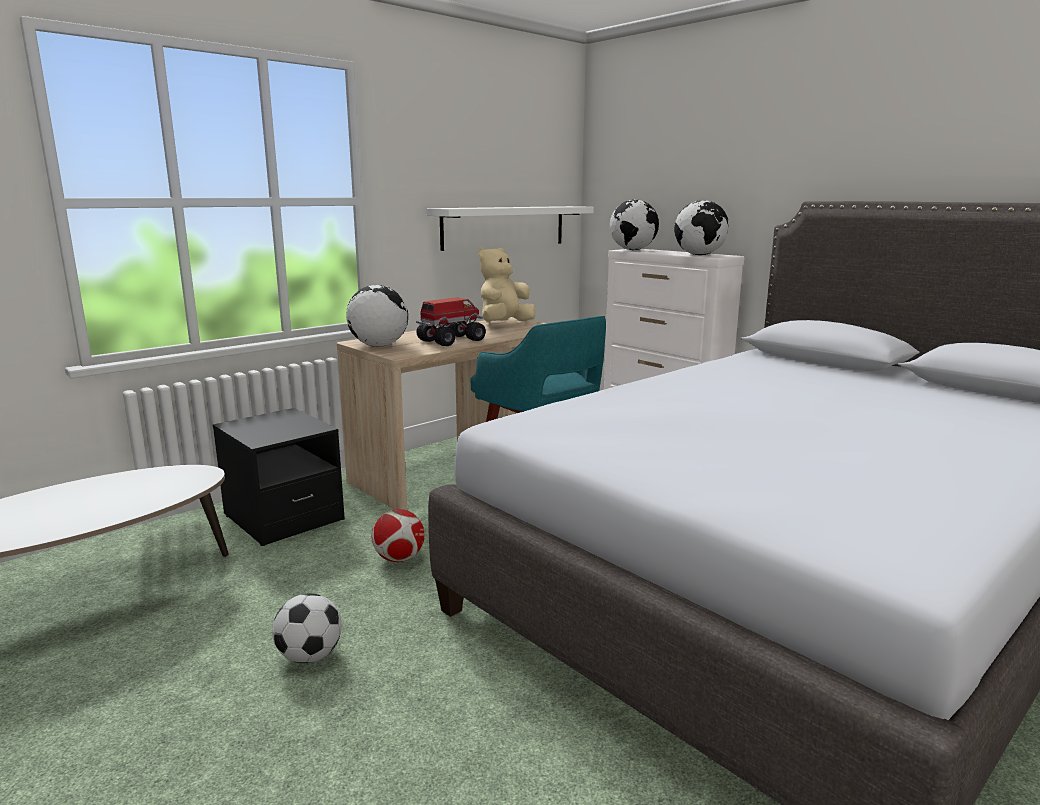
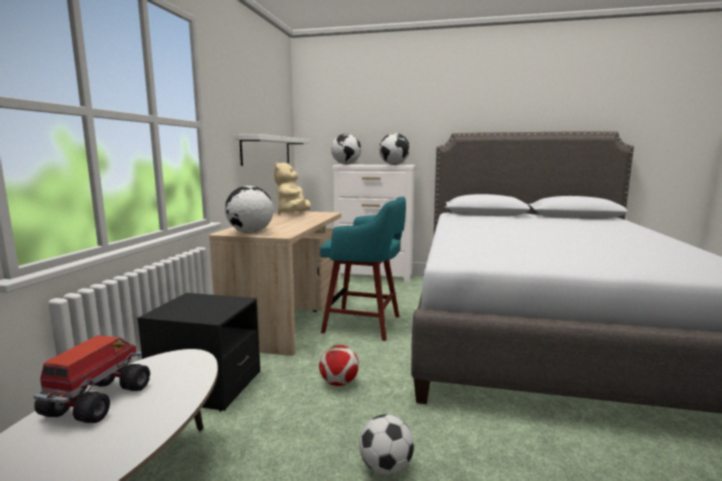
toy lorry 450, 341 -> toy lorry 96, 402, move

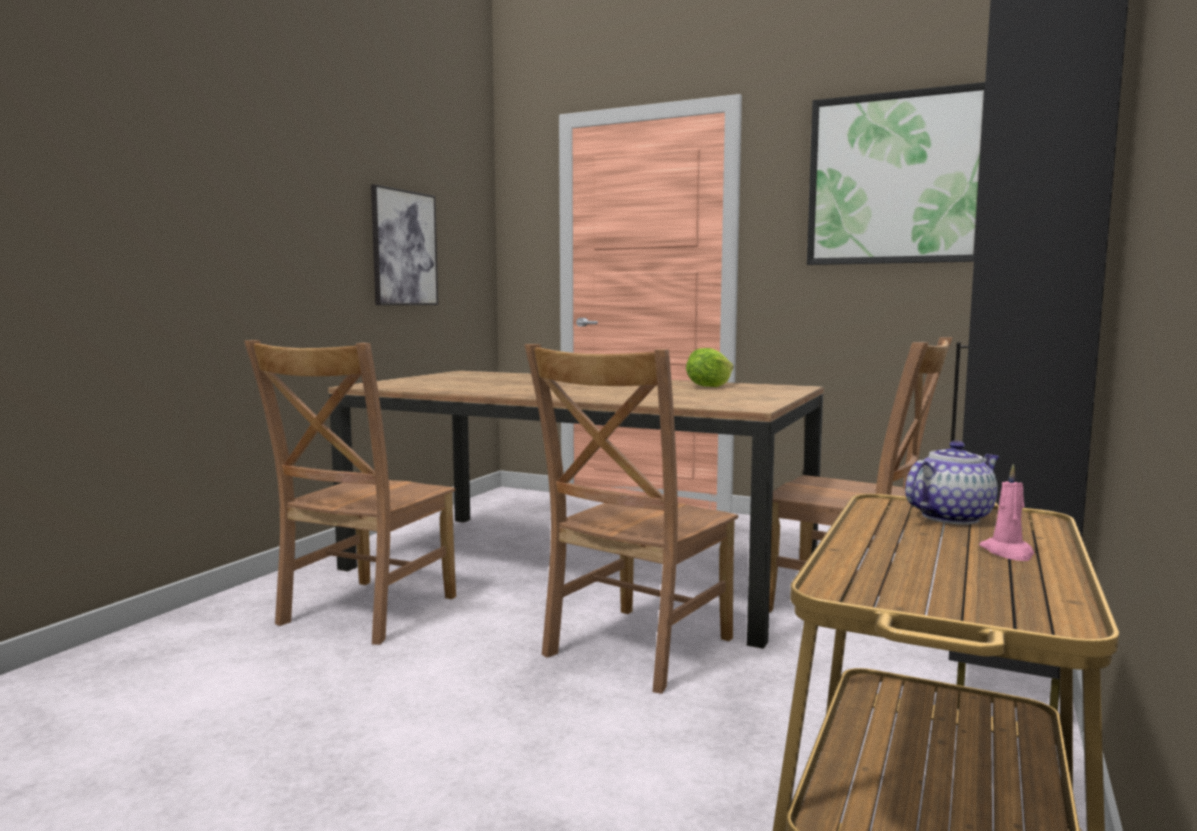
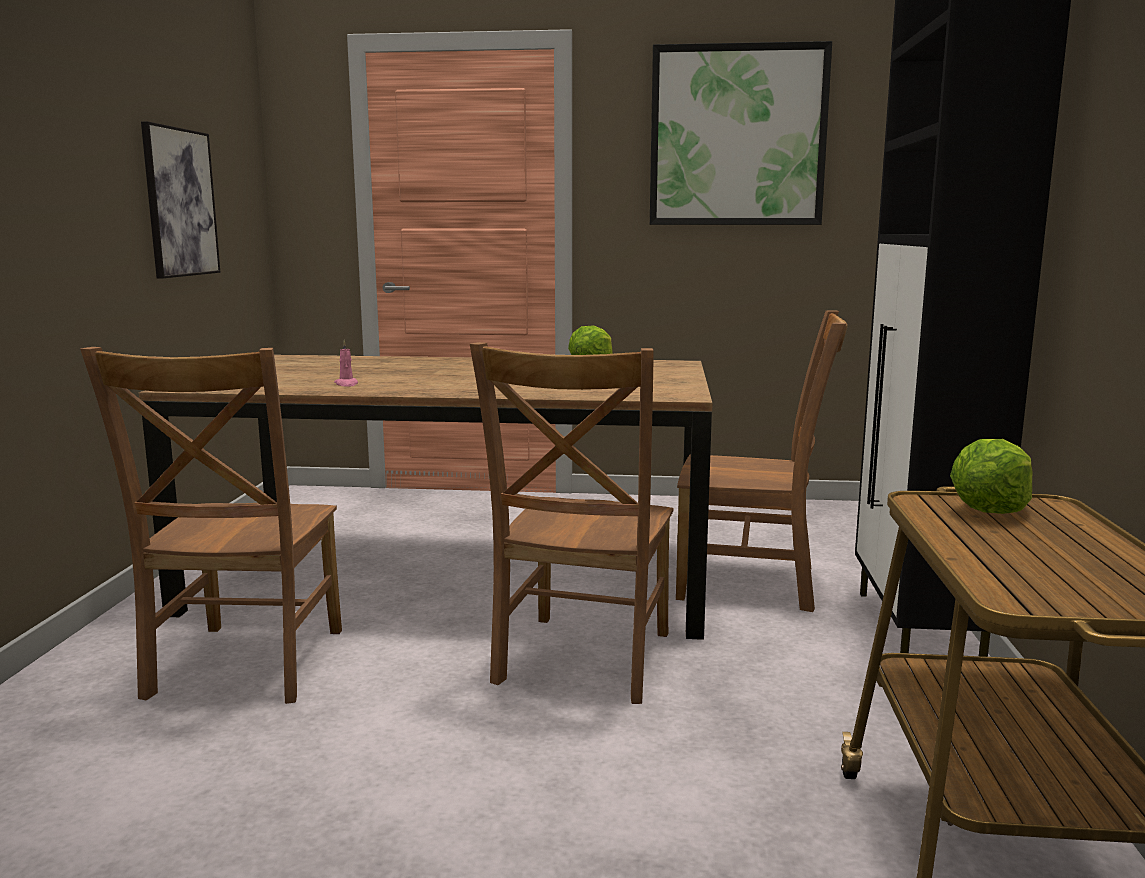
teapot 950, 517 -> head of lettuce 990, 510
pink-coloured wax light 1008, 553 -> pink-coloured wax light 346, 384, move

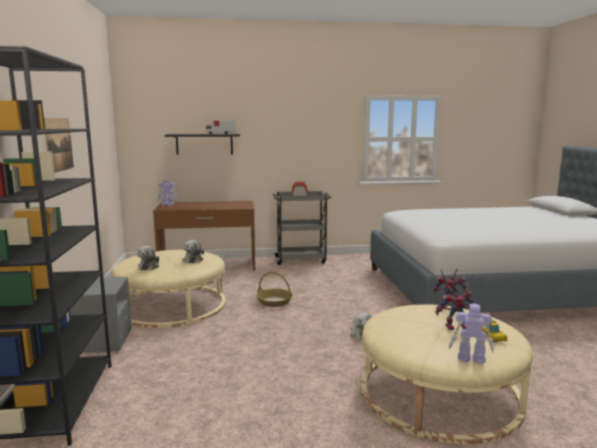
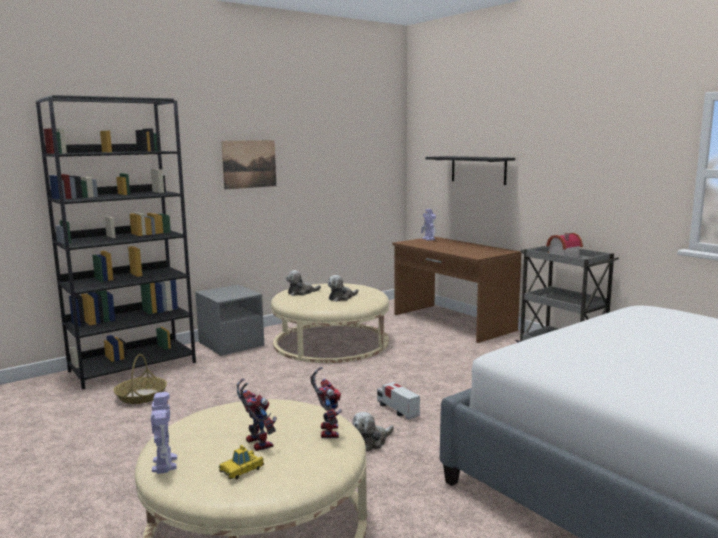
toy lorry 220, 133 -> toy lorry 397, 410, move
storage basket 274, 302 -> storage basket 141, 396, move

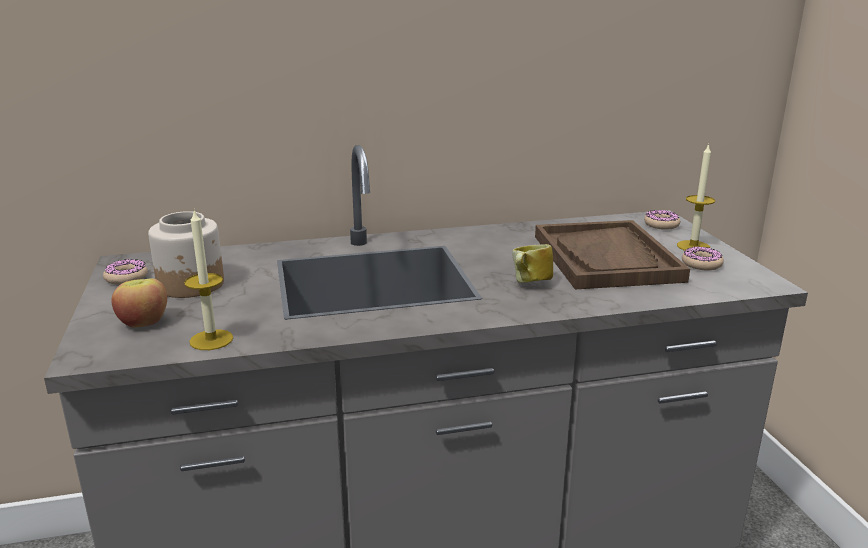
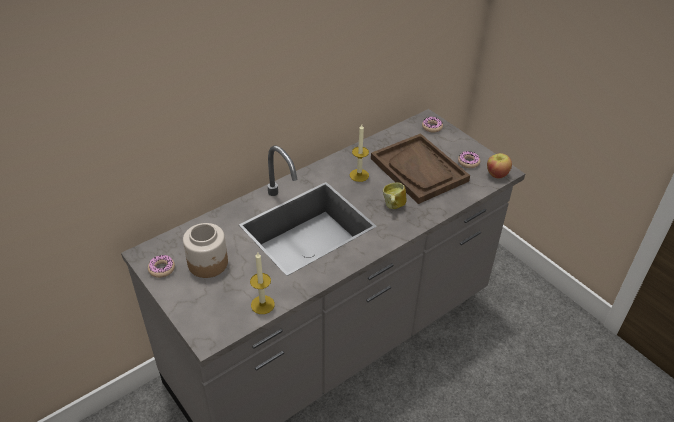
apple 143, 322 -> apple 496, 174, move
wax light 693, 246 -> wax light 359, 175, move

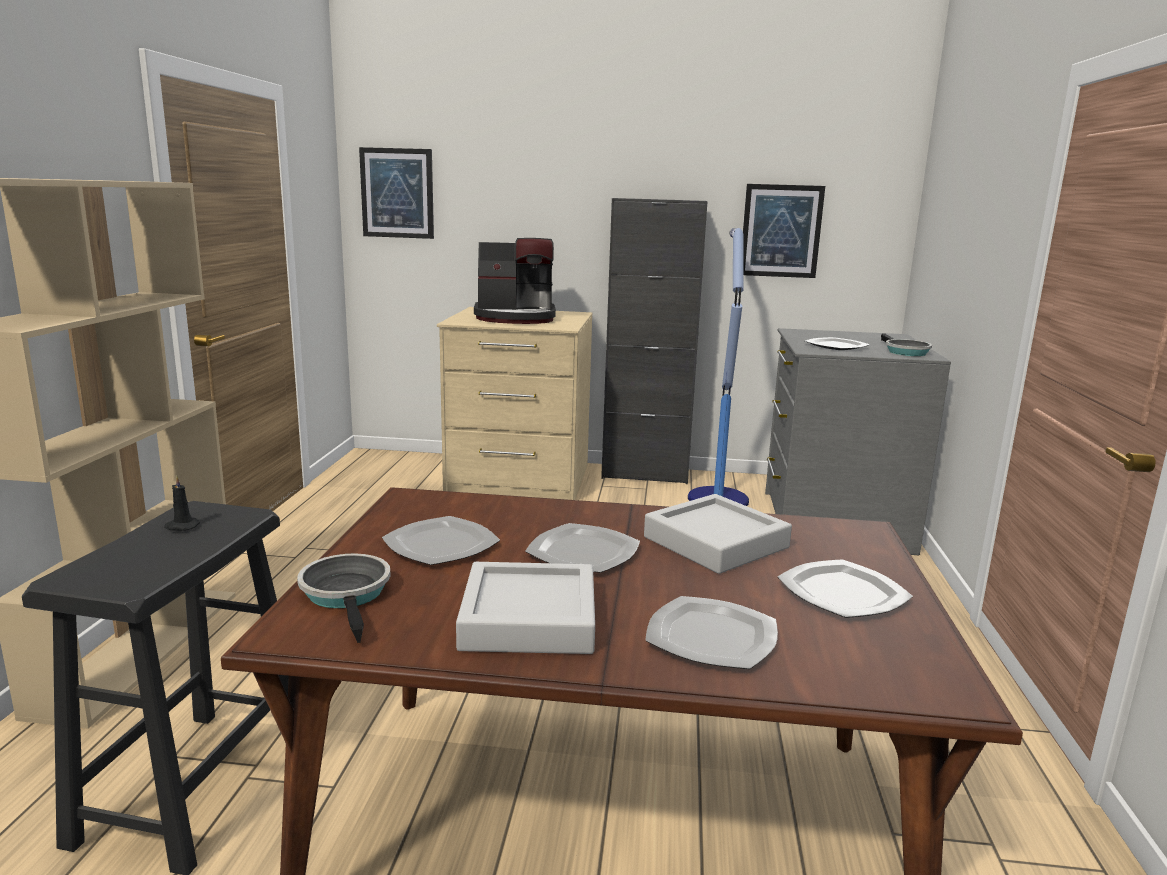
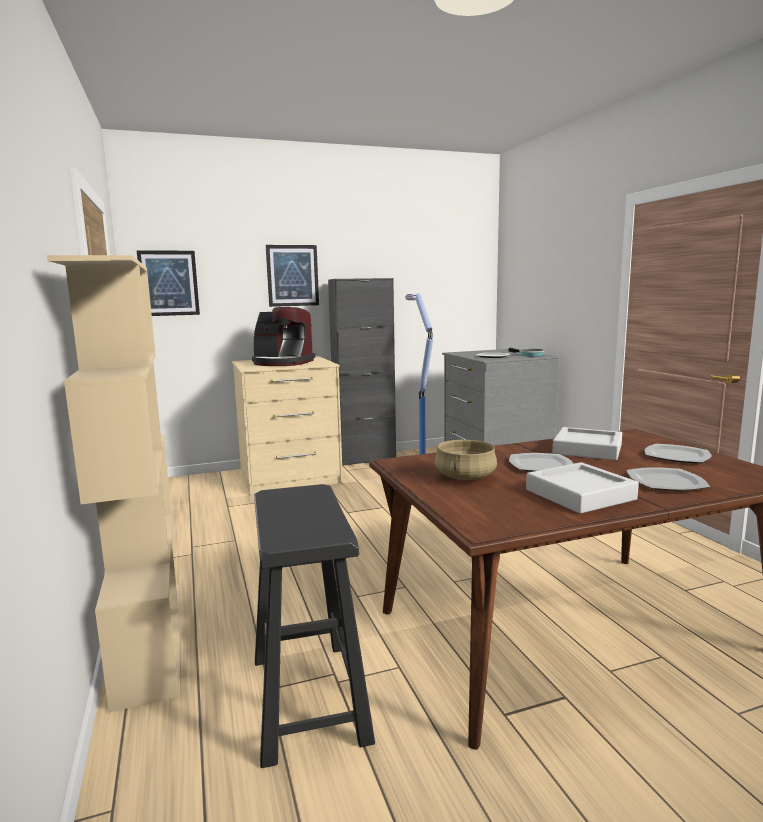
blackish wax light 181, 526 -> none
pan 347, 595 -> none
plate 441, 544 -> beige-coloured stockpot 464, 477
coffee brewer 516, 318 -> coffee brewer 282, 363, 45 degrees clockwise
wall art 781, 231 -> wall art 292, 275, move

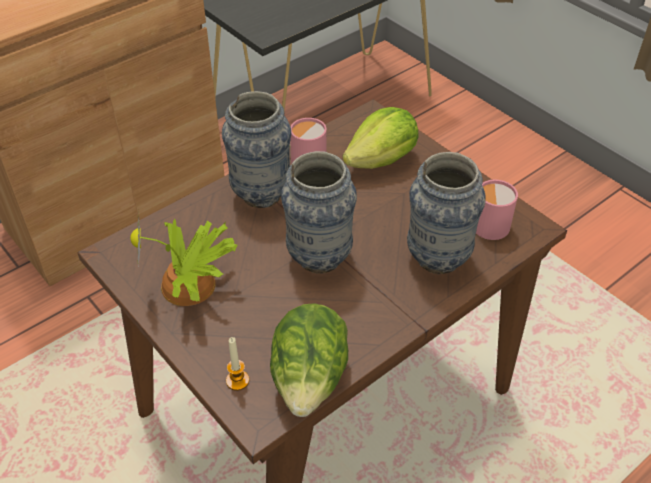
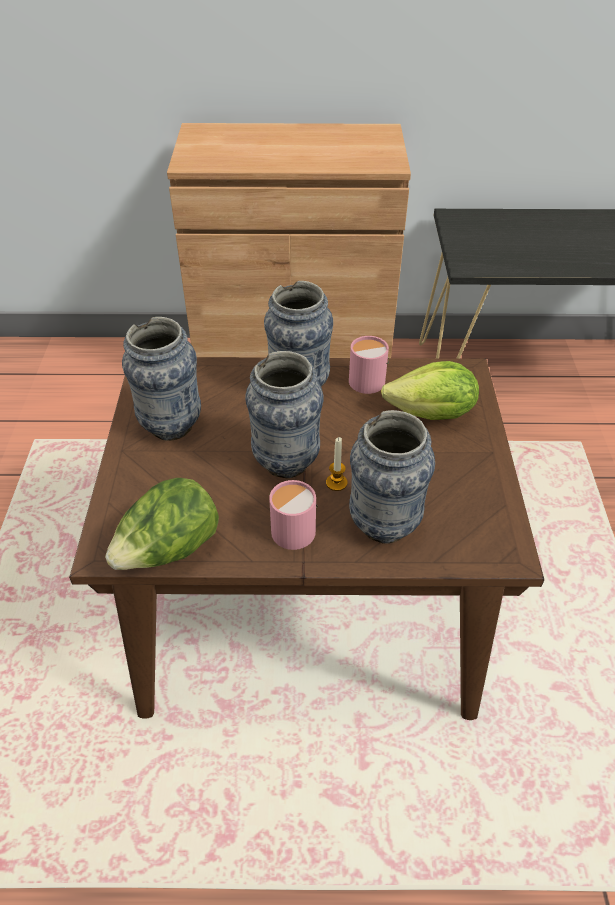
plant in a pot 191, 287 -> vase 171, 426
wax light 237, 380 -> wax light 336, 483, move
pink-coloured coffee mug 485, 225 -> pink-coloured coffee mug 290, 528, move

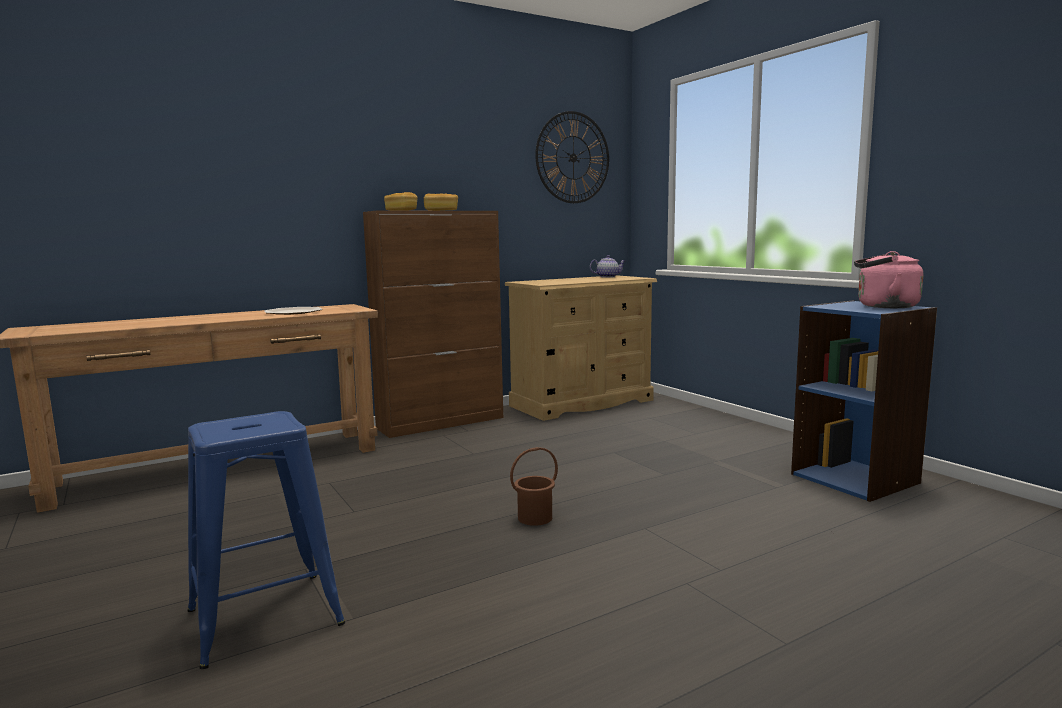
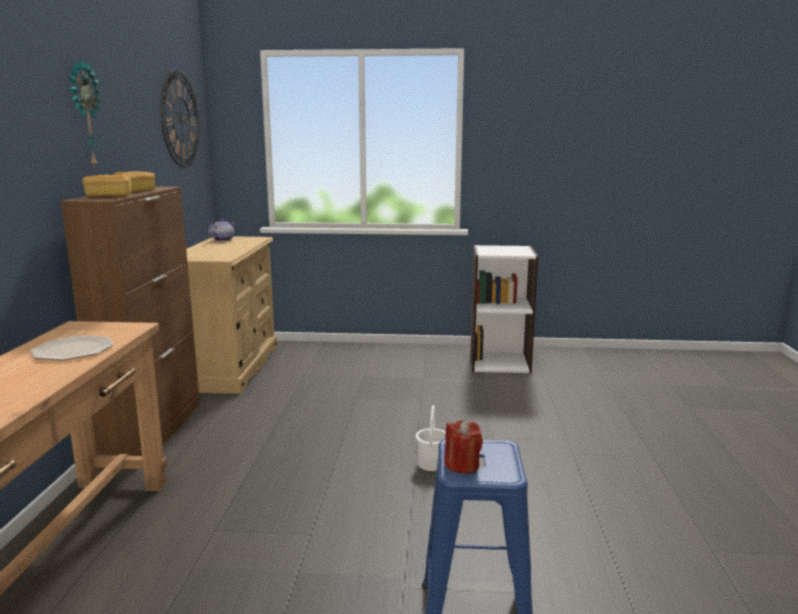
brown-coloured water bucket 535, 518 -> white-coloured water bucket 432, 463
blue bookshelf 855, 478 -> white-coloured bookshelf 499, 362
pink-coloured kettle 883, 306 -> none
none -> wall clock 83, 115
none -> red wax light 462, 465

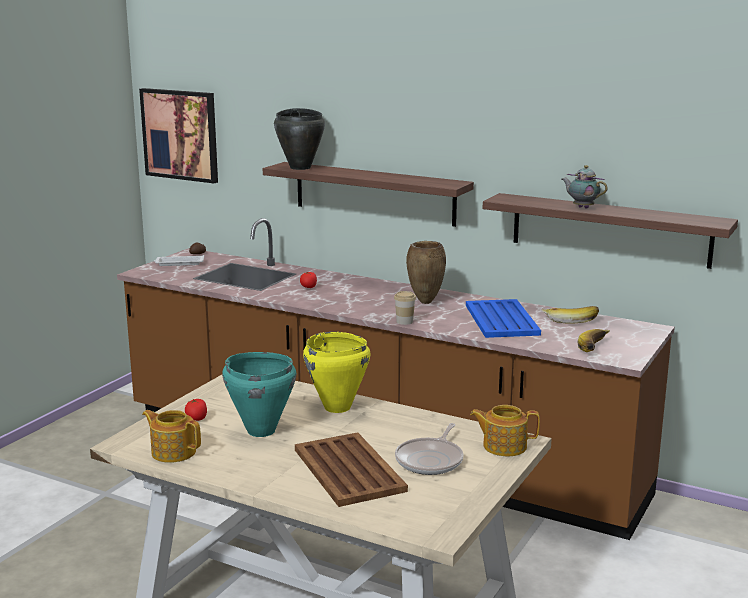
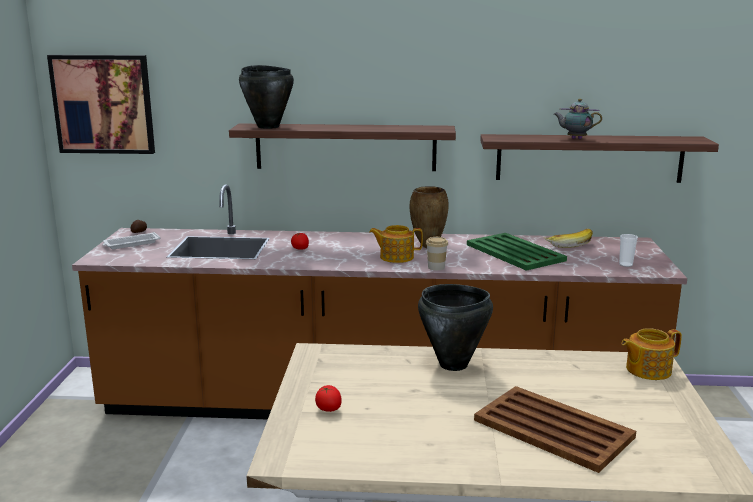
teapot 173, 452 -> teapot 396, 257, move
turquoise-coloured stockpot 260, 430 -> none
yellow stockpot 337, 407 -> blackish stockpot 453, 365
pan 431, 460 -> none
blue carrying tray 501, 319 -> green-coloured carrying tray 514, 252
whole banana 596, 348 -> small cup 625, 265

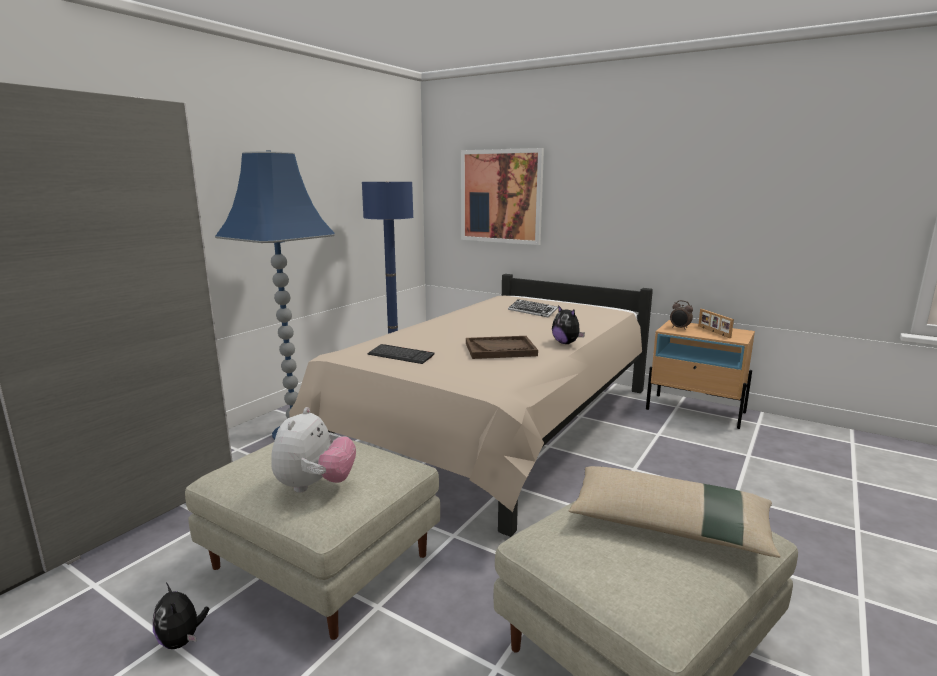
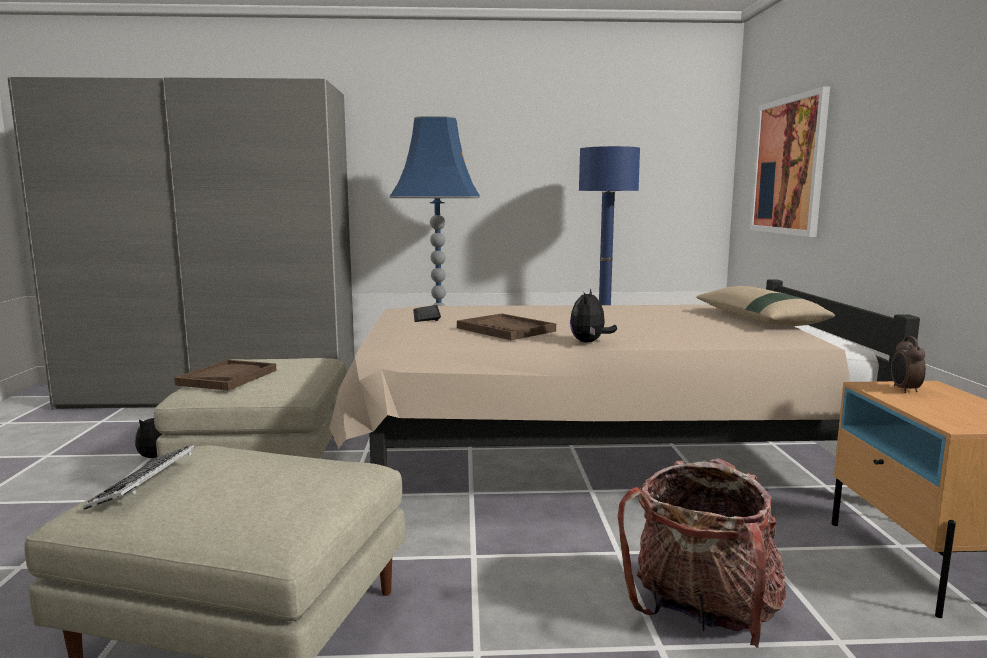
cuddly toy 315, 485 -> brown-coloured carrying tray 227, 377
PC keyboard 532, 312 -> PC keyboard 145, 484, move
beige-coloured pillow 669, 524 -> beige-coloured pillow 758, 319, move
picture frame 713, 332 -> none
none -> backpack 703, 614

